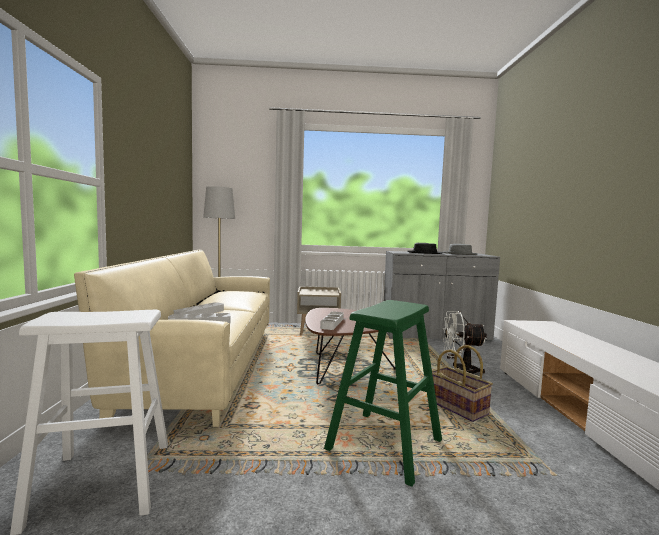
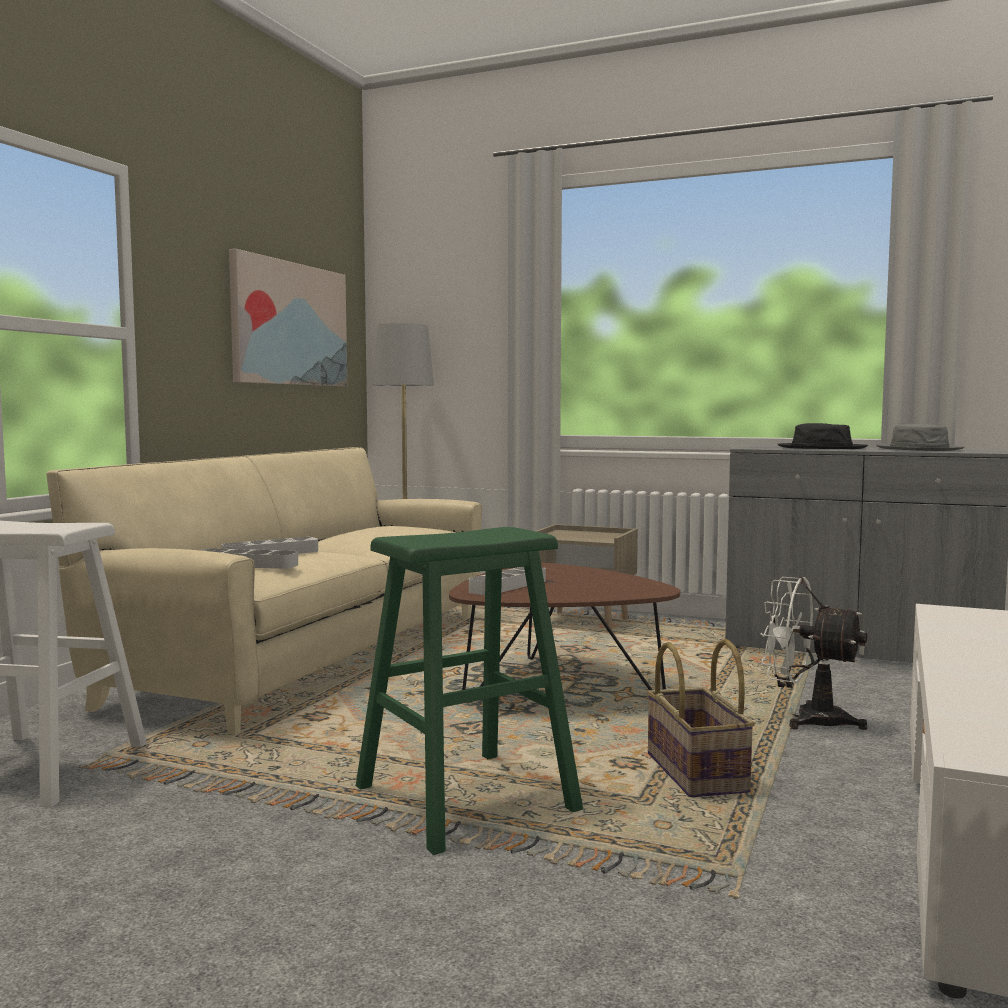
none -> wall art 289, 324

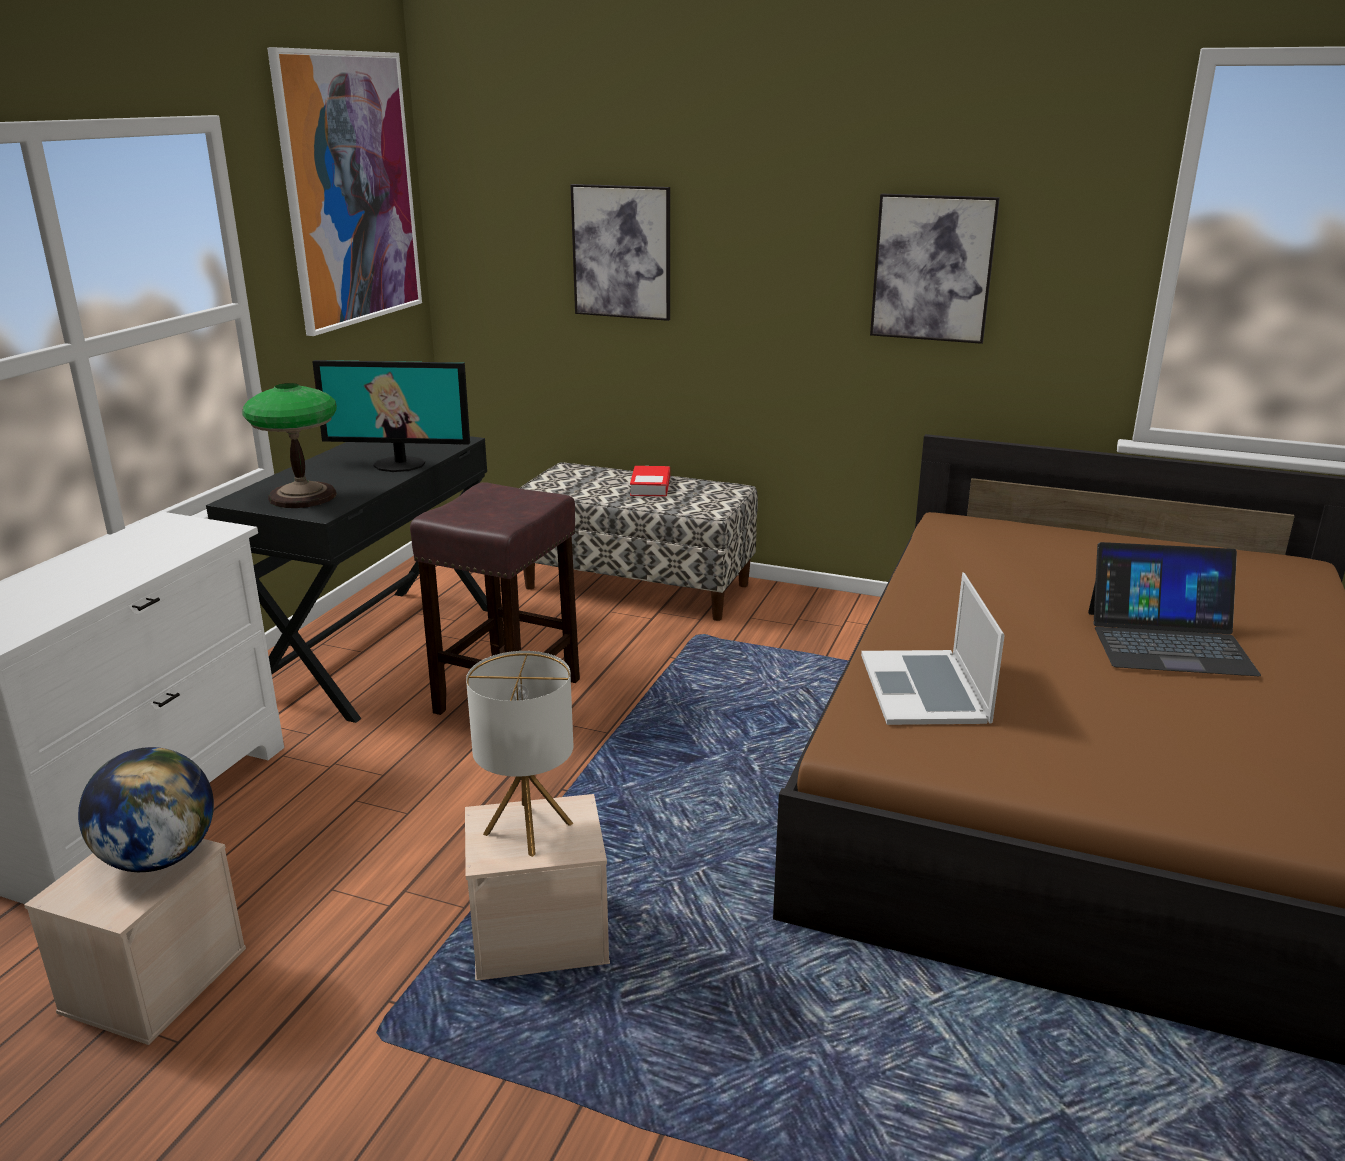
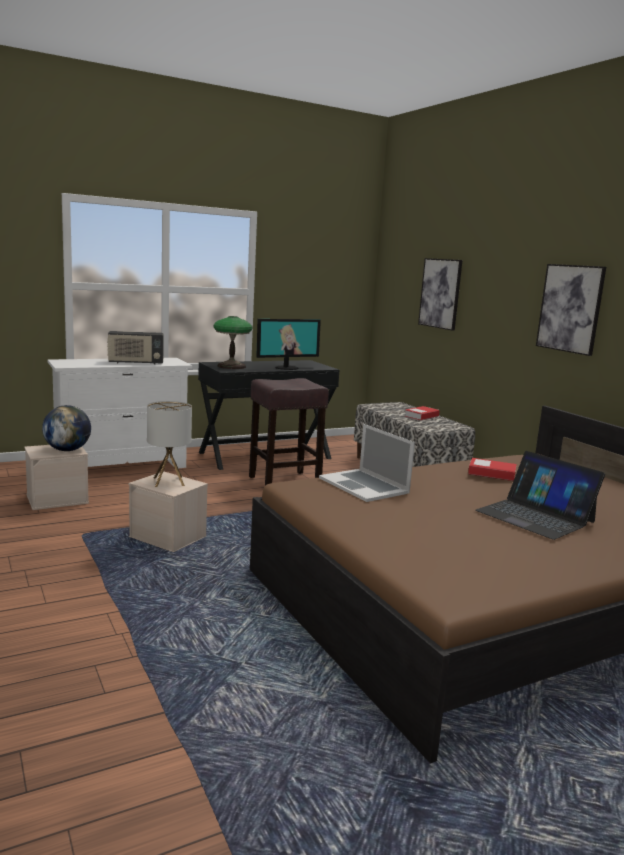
wall art 349, 190 -> none
monitor 400, 464 -> monitor 286, 368, 75 degrees counterclockwise
laptop 925, 688 -> laptop 364, 485, 75 degrees counterclockwise
none -> radio set 136, 363
none -> volume 491, 474

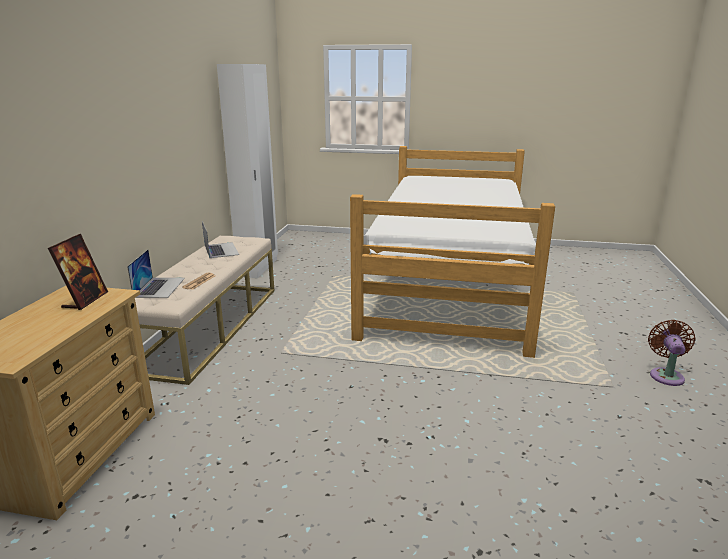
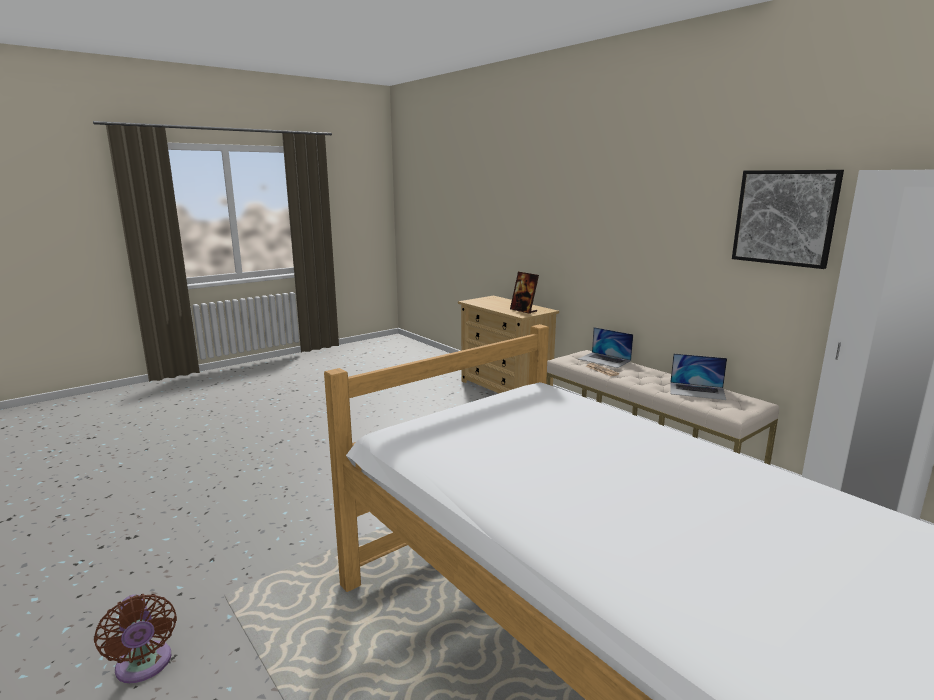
none -> wall art 784, 217

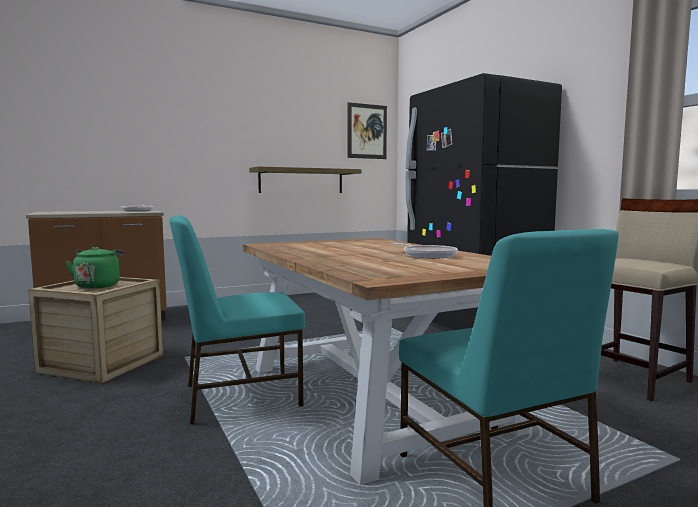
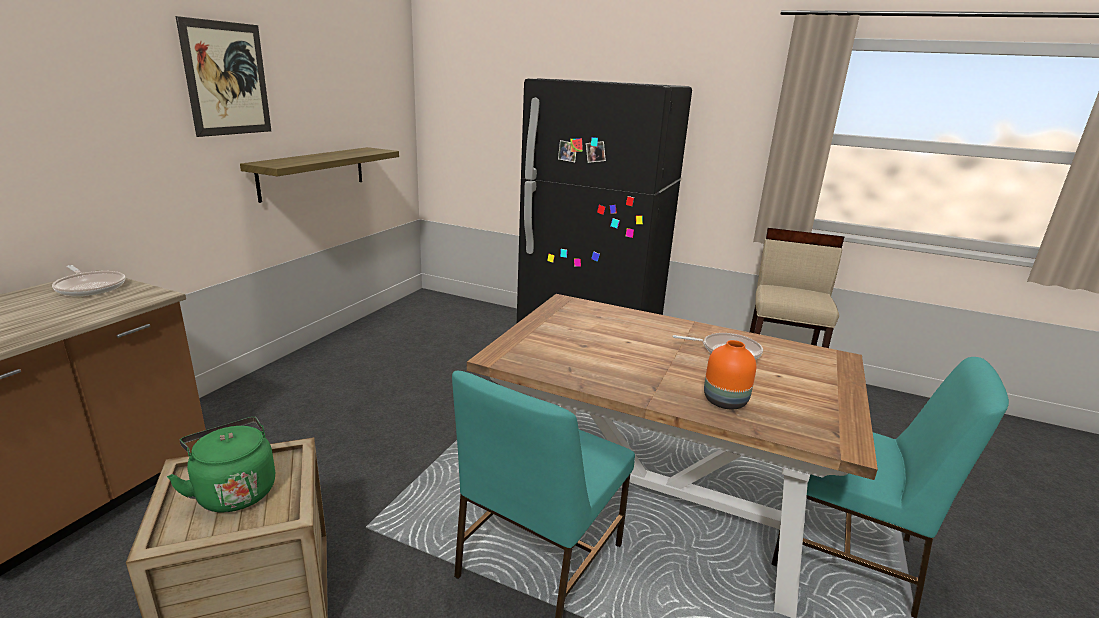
wall art 367, 131 -> wall art 227, 79, move
none -> orange vase 726, 401

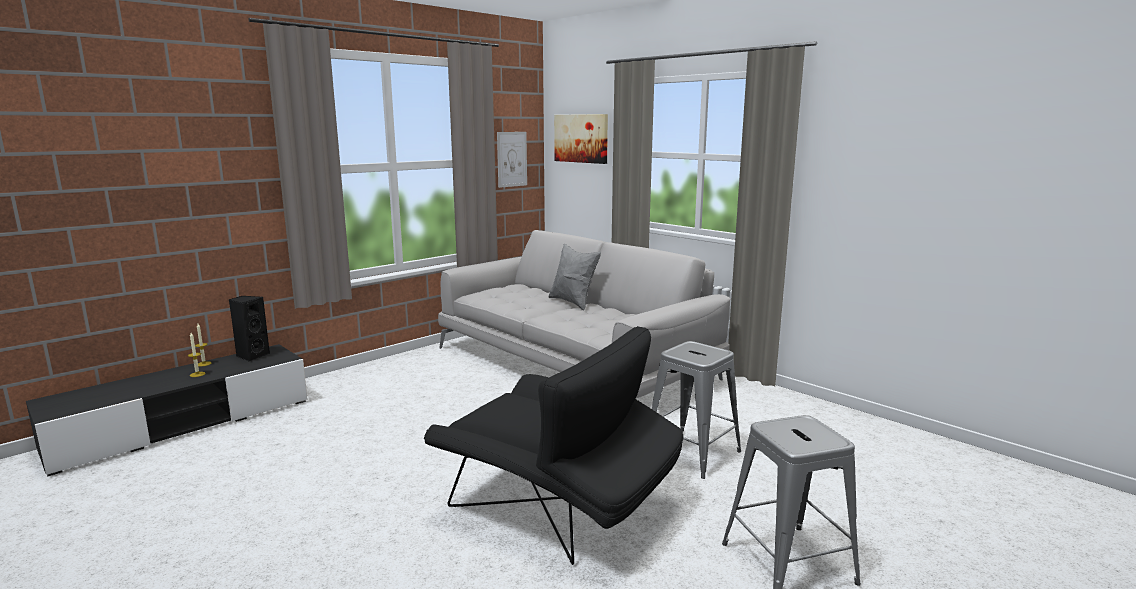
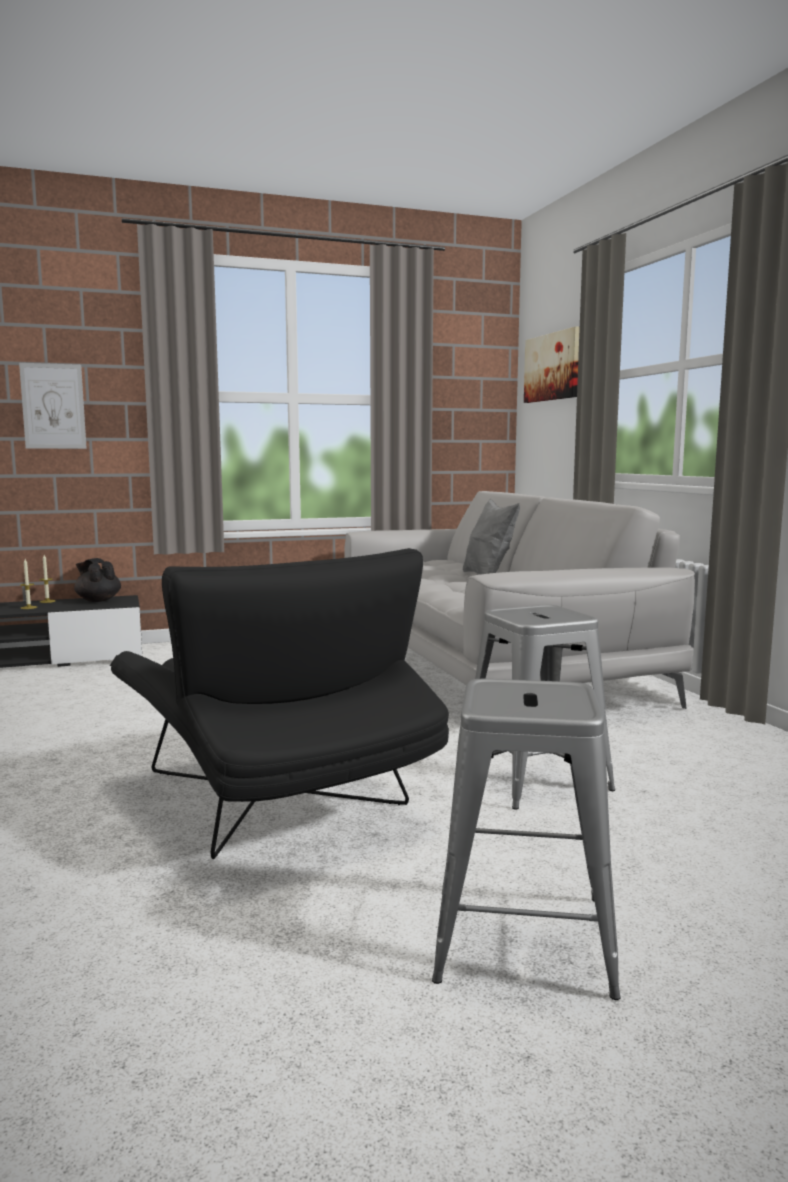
blackish audio speaker 252, 356 -> blackish teapot 98, 600
wall art 512, 159 -> wall art 53, 406, move

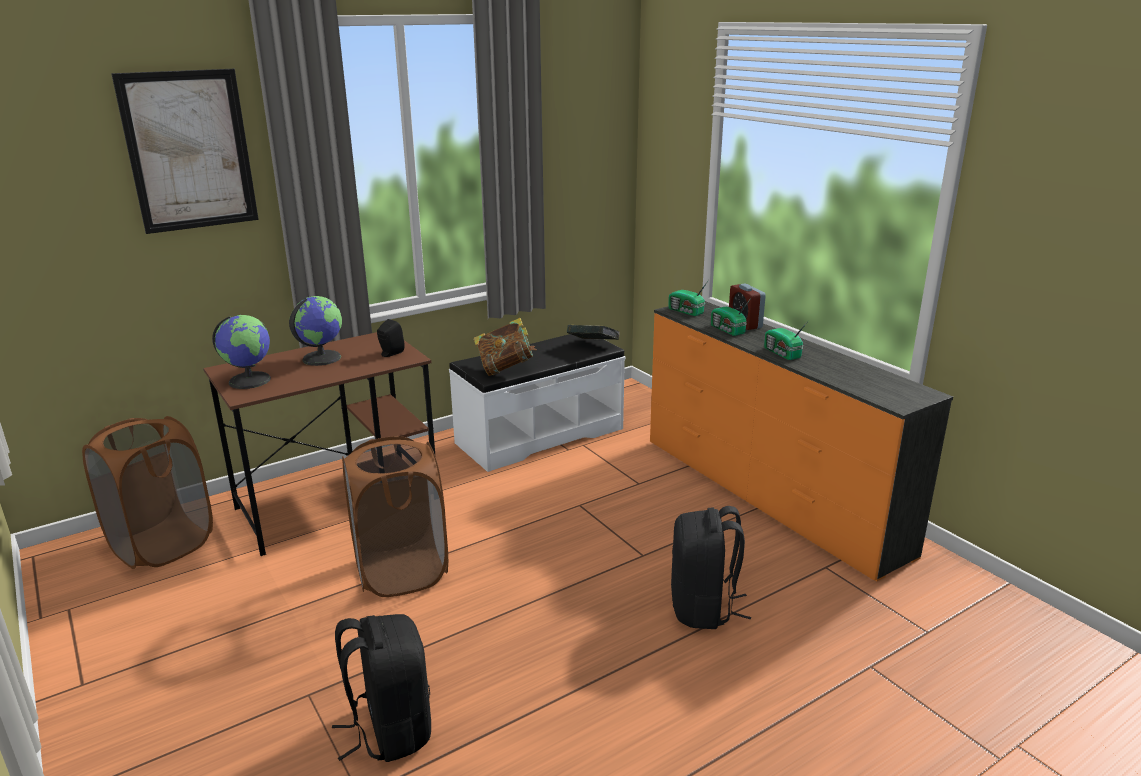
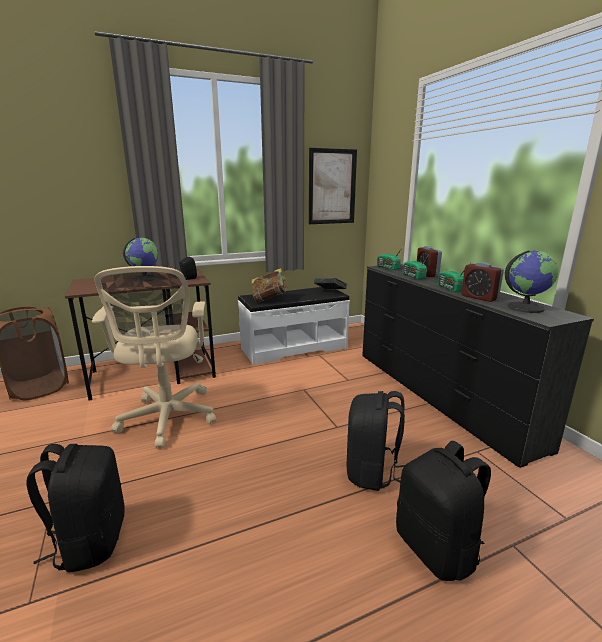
wall art 189, 151 -> wall art 332, 187, move
world globe 250, 380 -> world globe 524, 307, move
brown-coloured hamper 401, 572 -> beige-coloured desk chair 167, 420
orange drawer chest 768, 494 -> blackish drawer chest 438, 395
none -> blackish backpack 437, 548
none -> alarm clock 479, 297

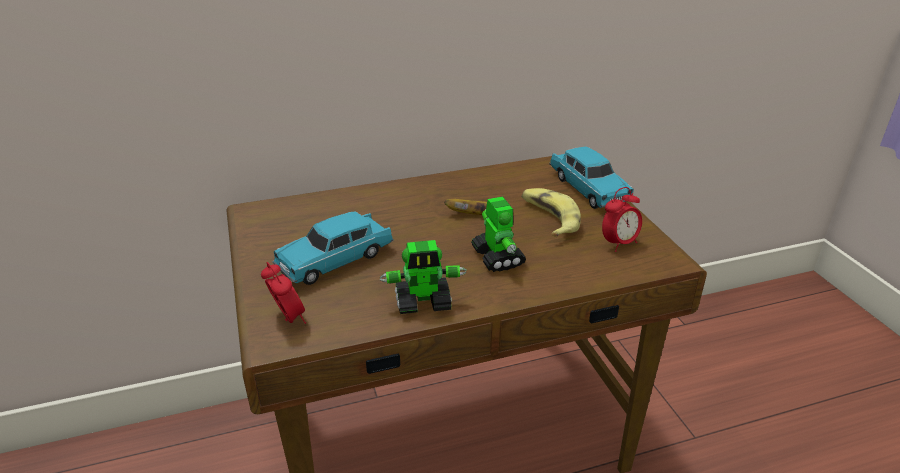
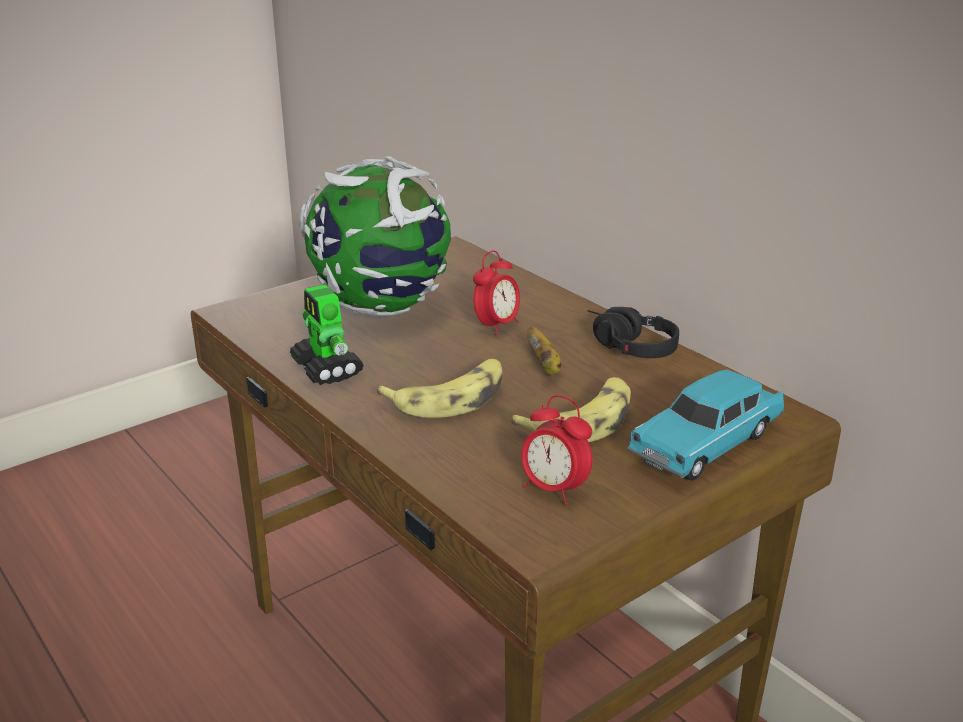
alarm clock 288, 319 -> alarm clock 496, 326, move
turquoise-coloured miniature car 335, 260 -> world globe 382, 307
toy robot 497, 257 -> whole banana 450, 398
none -> blackish headset 624, 346

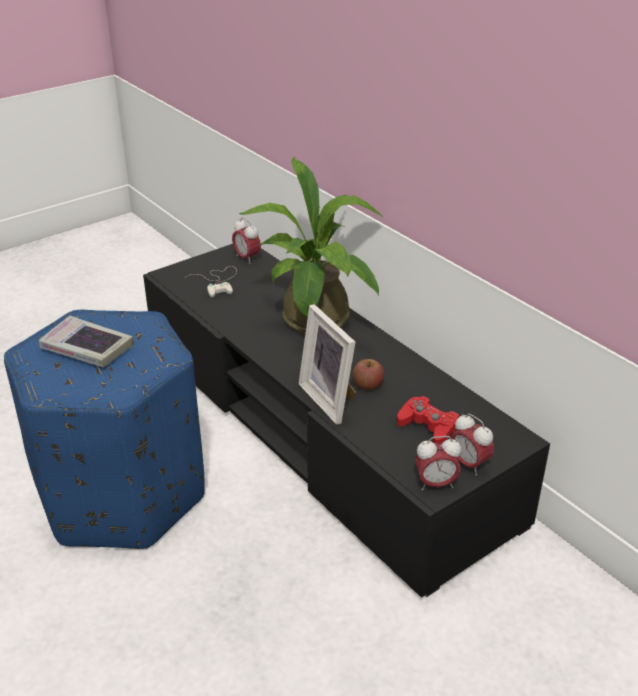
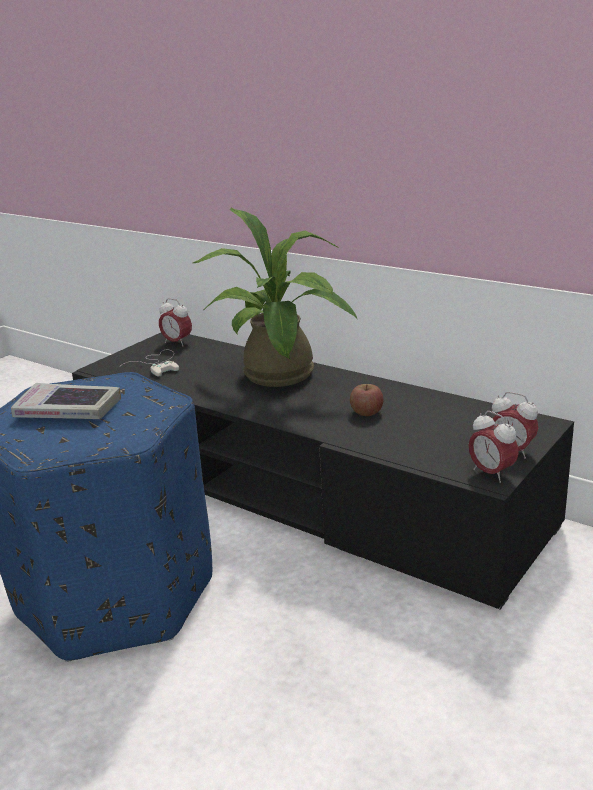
picture frame 331, 399 -> none
red gamepad 428, 426 -> none
alarm clock 435, 484 -> alarm clock 491, 473, 75 degrees clockwise

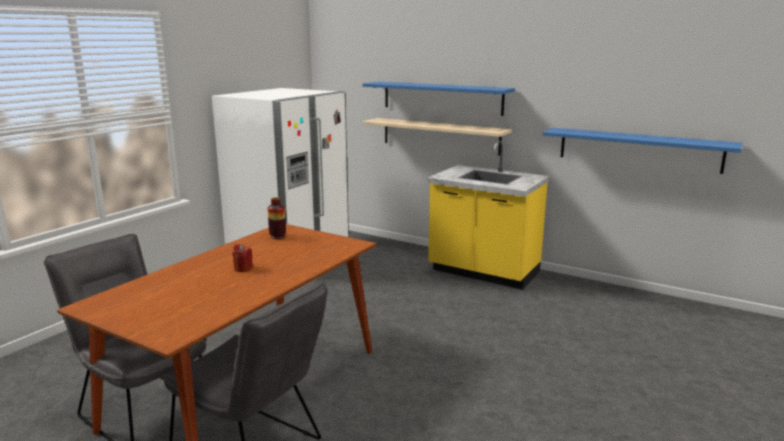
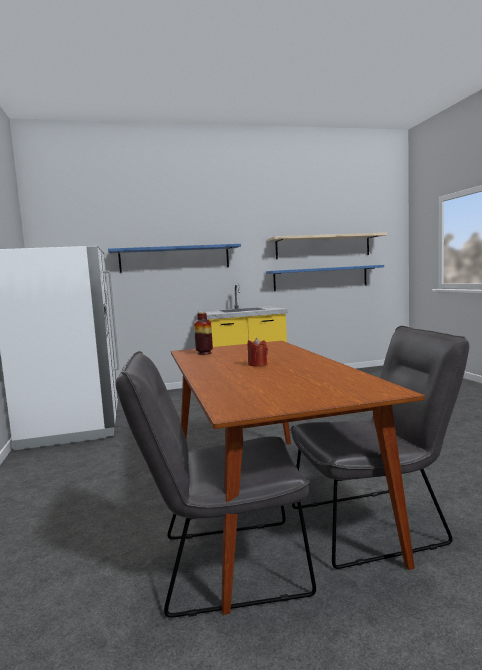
beige-coloured shelf 440, 136 -> beige-coloured shelf 323, 246, move

